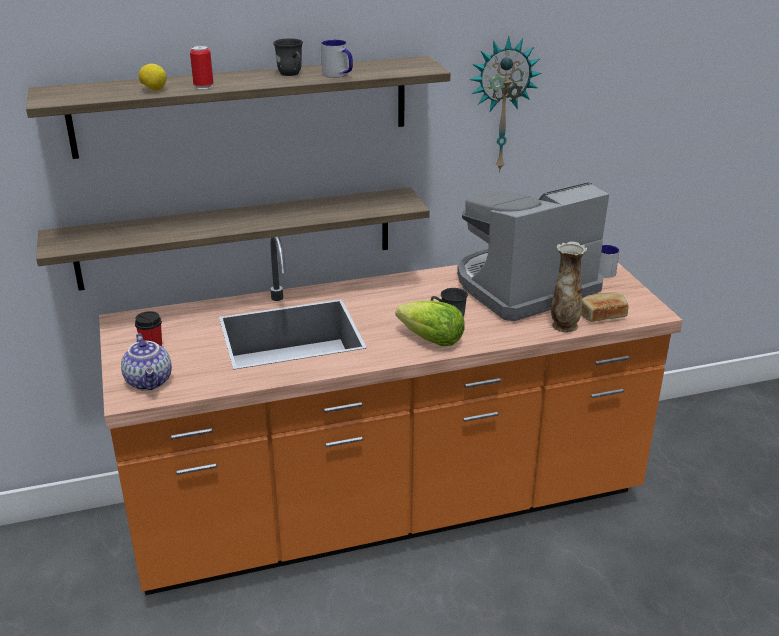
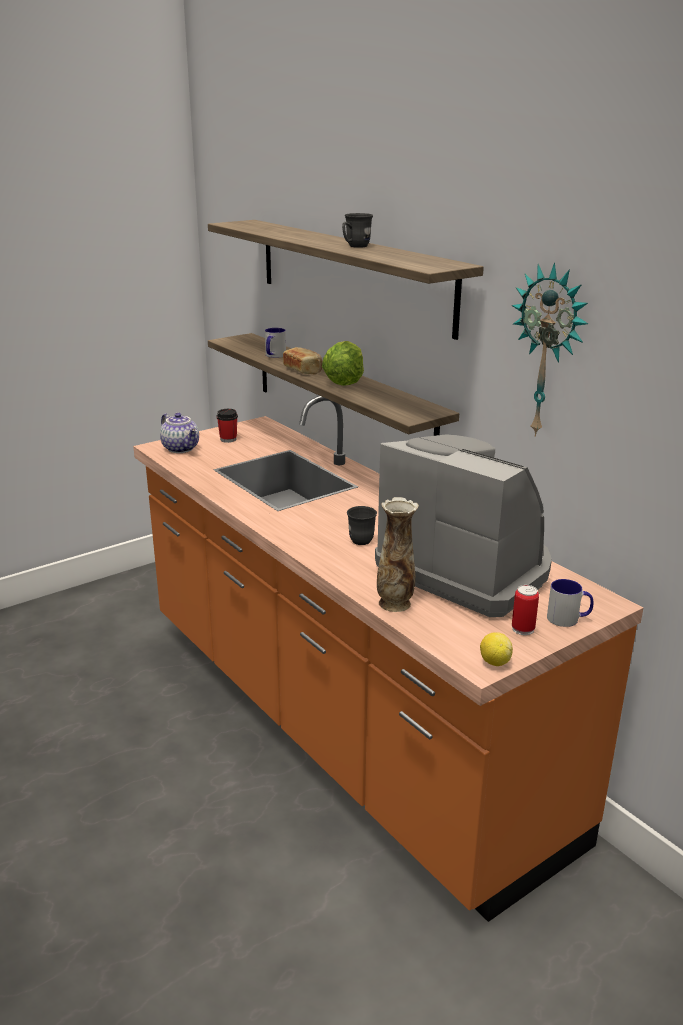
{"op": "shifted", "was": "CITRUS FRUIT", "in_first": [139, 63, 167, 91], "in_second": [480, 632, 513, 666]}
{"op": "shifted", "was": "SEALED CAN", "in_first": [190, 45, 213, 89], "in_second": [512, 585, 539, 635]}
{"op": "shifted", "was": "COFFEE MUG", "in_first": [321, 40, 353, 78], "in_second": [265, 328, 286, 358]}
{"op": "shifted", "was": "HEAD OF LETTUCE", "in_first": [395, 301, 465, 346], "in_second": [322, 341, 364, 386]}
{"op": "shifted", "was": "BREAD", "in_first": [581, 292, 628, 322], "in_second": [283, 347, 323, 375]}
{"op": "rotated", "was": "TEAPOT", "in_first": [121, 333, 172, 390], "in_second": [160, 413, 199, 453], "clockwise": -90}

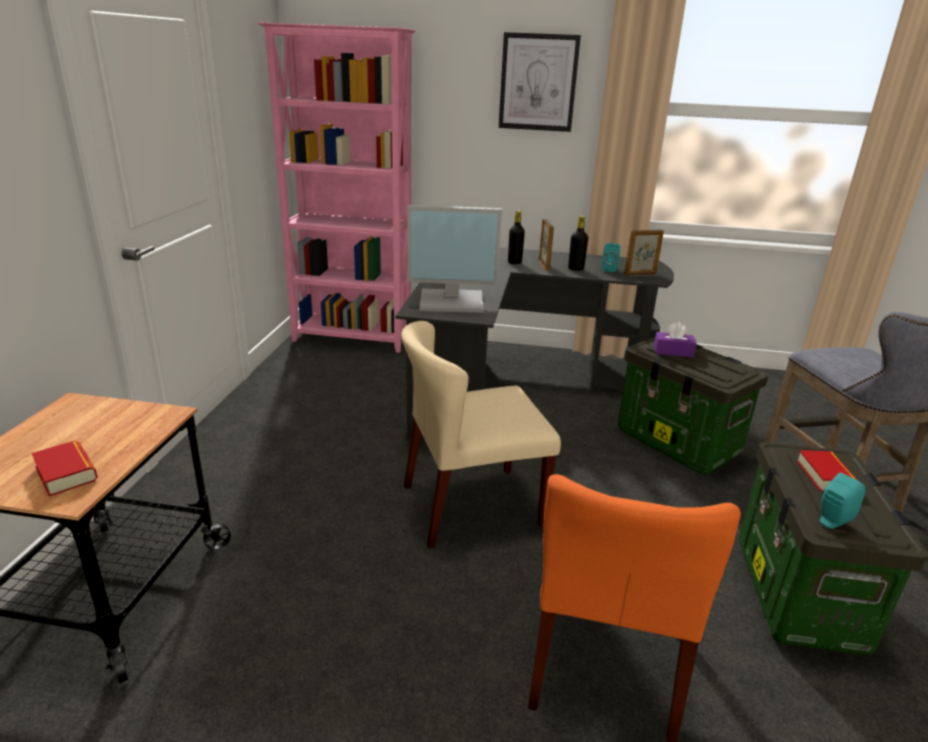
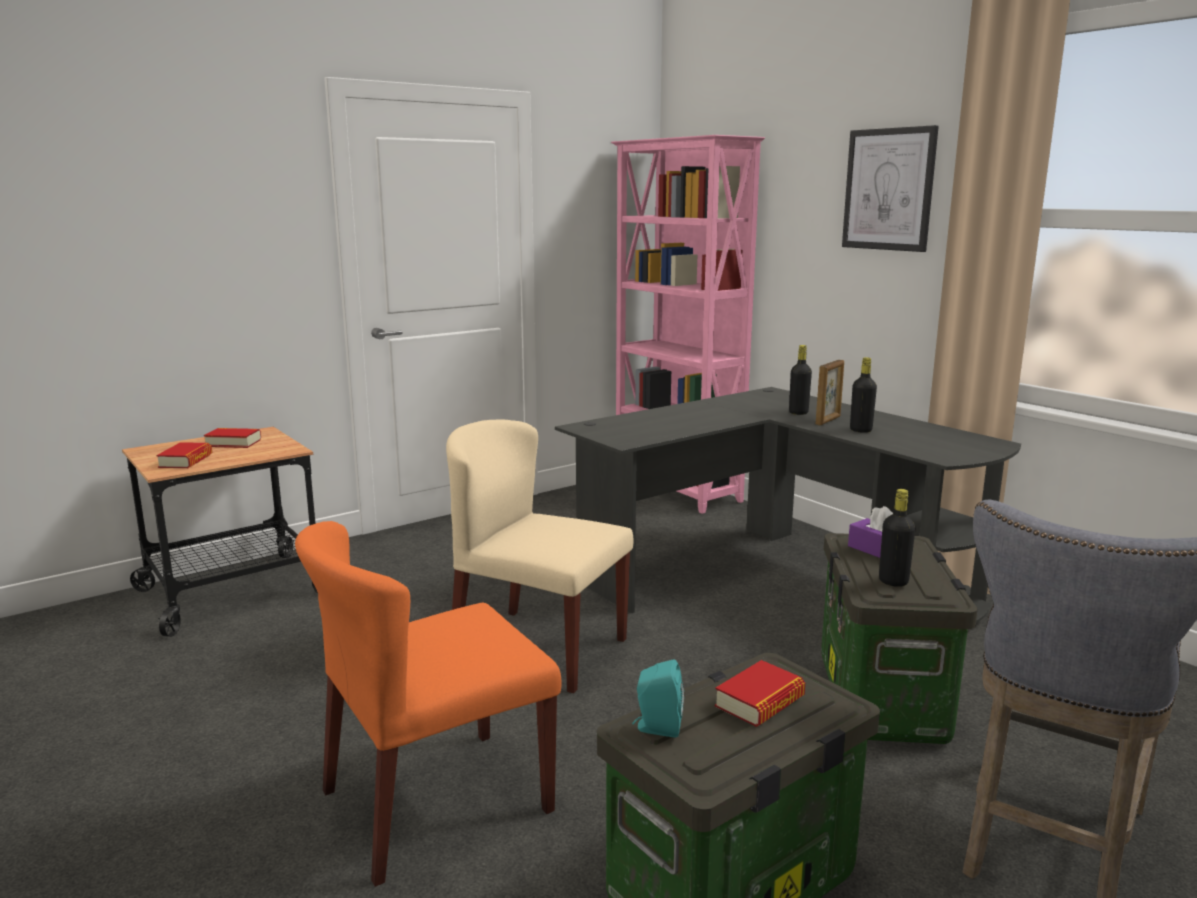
{"op": "gone", "was": "COMPUTER SCREEN", "in_first": [407, 205, 502, 313]}
{"op": "gone", "was": "TURQUOISE SPEAKER", "in_first": [602, 243, 620, 272]}
{"op": "gone", "was": "PHOTO FRAME", "in_first": [624, 230, 664, 275]}
{"op": "new", "now": "BOUND BOOK", "in_second": [204, 428, 261, 448]}
{"op": "new", "now": "BLACK BOTTLE", "in_second": [879, 489, 915, 587]}

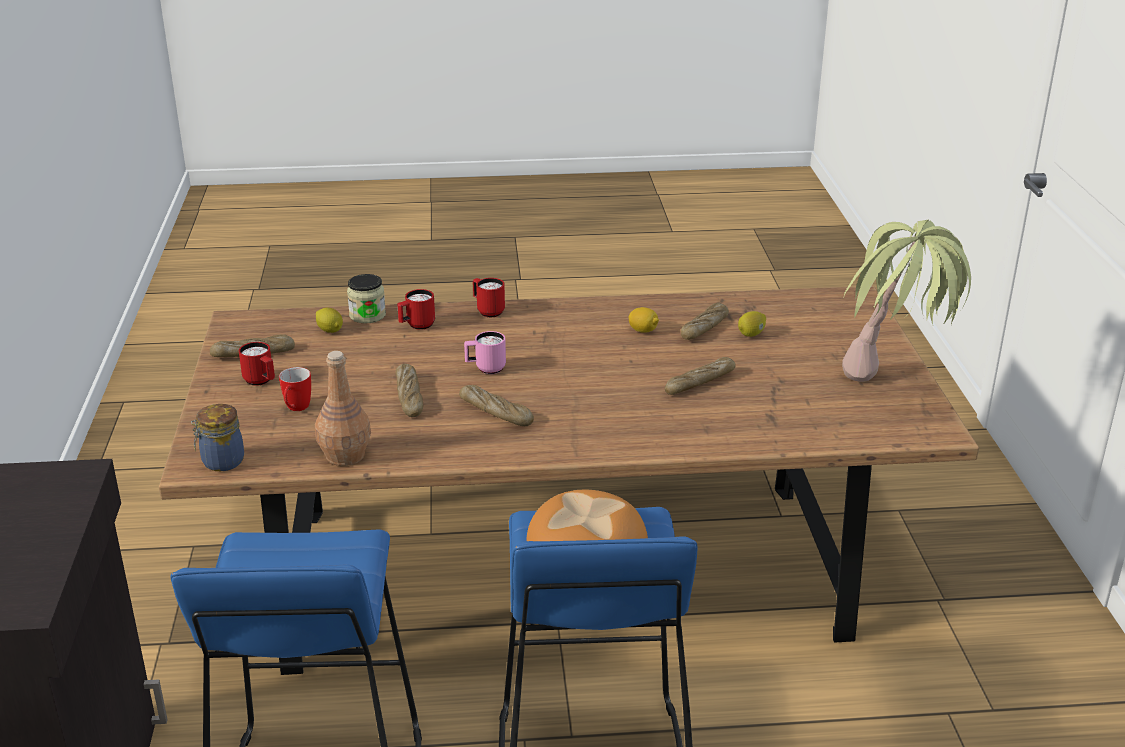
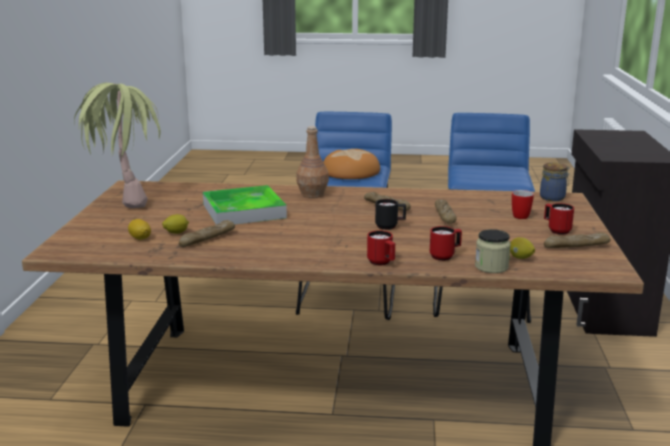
{"op": "shifted", "was": "BROWN BOTTLE", "in_first": [315, 351, 371, 466], "in_second": [296, 126, 329, 198]}
{"op": "shifted", "was": "CITRUS FRUIT", "in_first": [629, 307, 659, 333], "in_second": [128, 219, 151, 240]}
{"op": "swapped", "was": "BREAD", "now": "TRAY", "in_first": [665, 357, 736, 395], "in_second": [203, 185, 287, 224]}
{"op": "repainted", "was": "PINK-COLOURED COFFEE MUG", "now": "BLACK COFFEE MUG", "in_first": [464, 331, 506, 374], "in_second": [375, 199, 406, 230]}

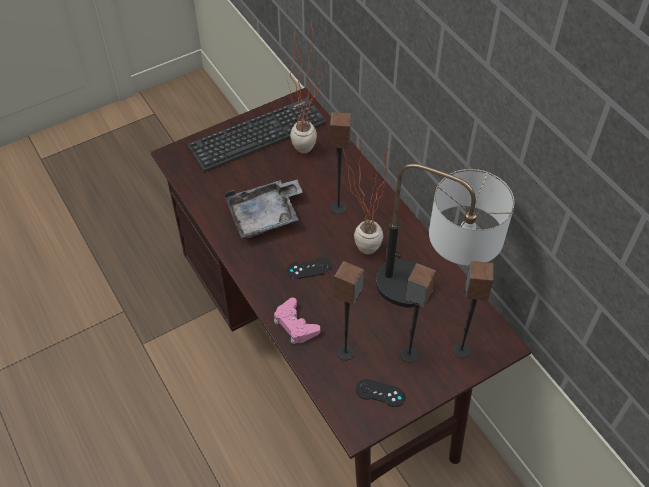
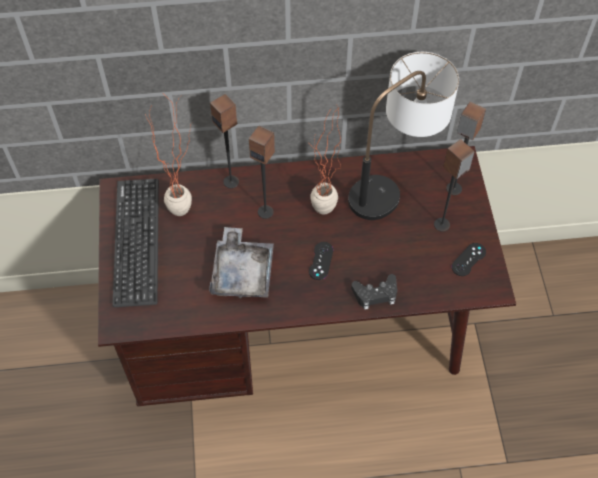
{"op": "shifted", "was": "SPEAKER", "in_first": [334, 261, 364, 360], "in_second": [210, 94, 239, 188]}
{"op": "repainted", "was": "PINK-COLOURED JOYPAD", "now": "BLACK JOYPAD", "in_first": [274, 297, 320, 344], "in_second": [351, 274, 397, 310]}

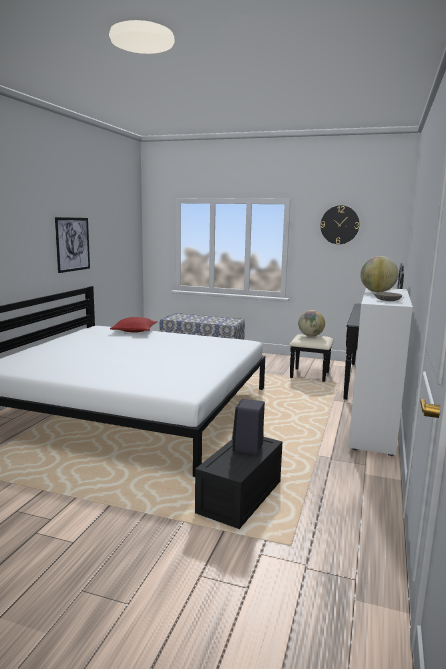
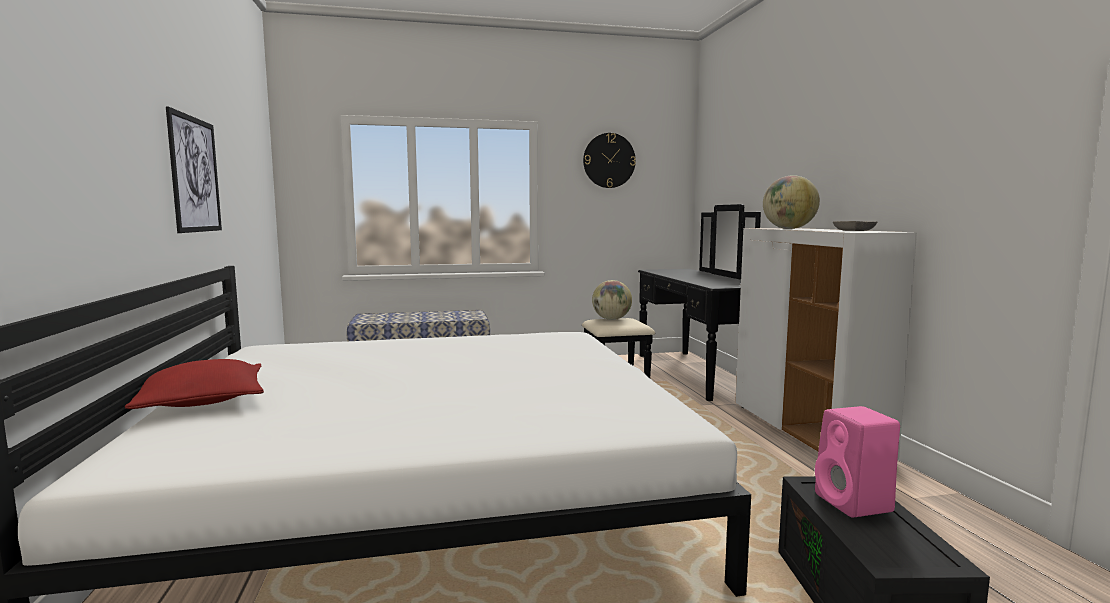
{"op": "shifted", "was": "REDDISH THROW PILLOW", "in_first": [110, 317, 157, 332], "in_second": [125, 359, 264, 409]}
{"op": "repainted", "was": "BLACK SPEAKER", "now": "PINK-COLOURED SPEAKER", "in_first": [232, 399, 265, 455], "in_second": [815, 406, 900, 518]}

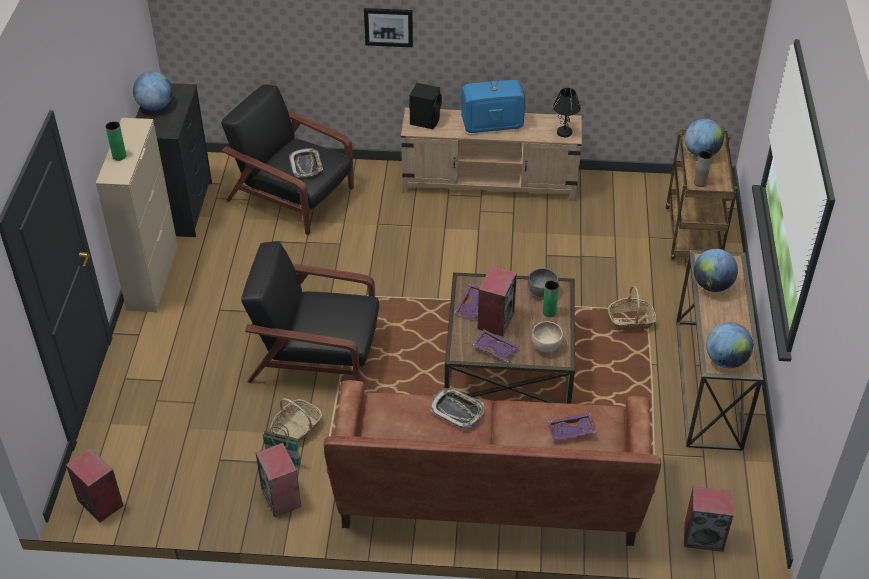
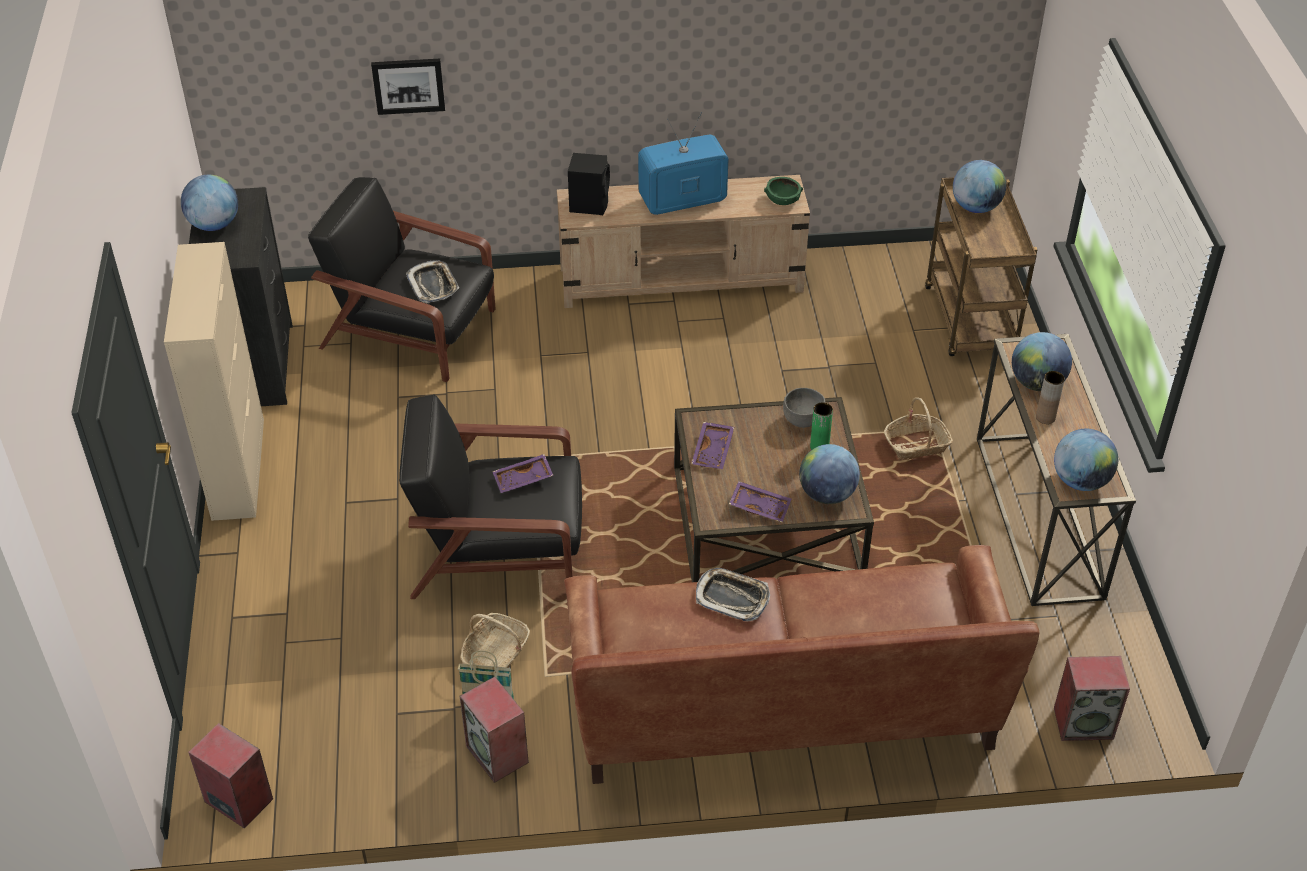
{"op": "gone", "was": "GREENISH VASE", "in_first": [106, 121, 126, 161]}
{"op": "gone", "was": "SPEAKER", "in_first": [477, 266, 517, 336]}
{"op": "shifted", "was": "WALL PICTURE", "in_first": [364, 8, 413, 47], "in_second": [371, 59, 445, 115]}
{"op": "shifted", "was": "PURPLE TRAY", "in_first": [548, 413, 596, 441], "in_second": [493, 454, 554, 493]}
{"op": "shifted", "was": "BROWN VASE", "in_first": [694, 151, 712, 187], "in_second": [1036, 371, 1065, 424]}
{"op": "swapped", "was": "BEIGE-COLOURED DEEP DISH", "now": "WORLD GLOBE", "in_first": [531, 321, 563, 352], "in_second": [799, 444, 860, 504]}
{"op": "swapped", "was": "BLACK LAMP FOR A TABLE", "now": "GREENISH DEEP DISH", "in_first": [553, 88, 581, 137], "in_second": [764, 177, 803, 205]}

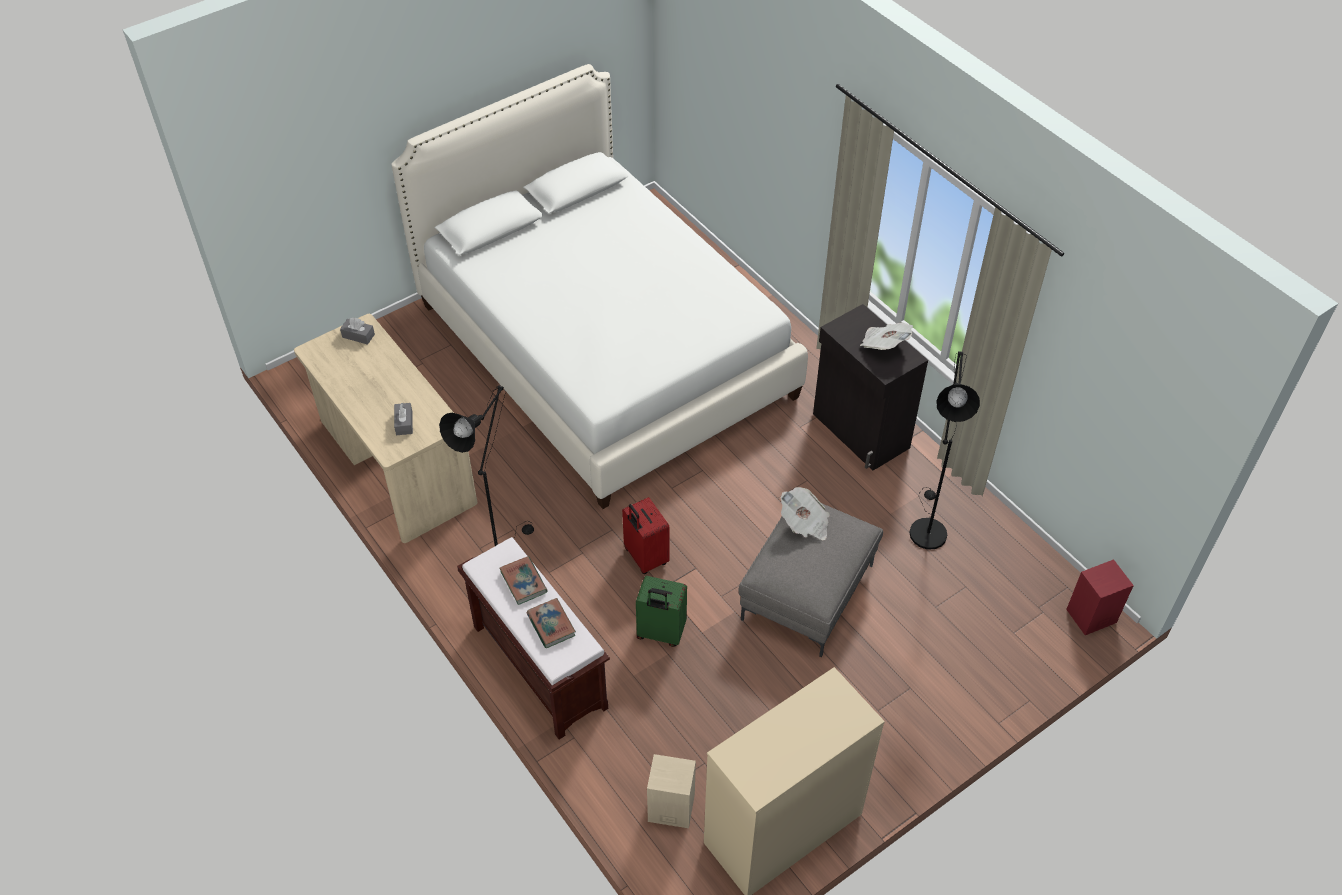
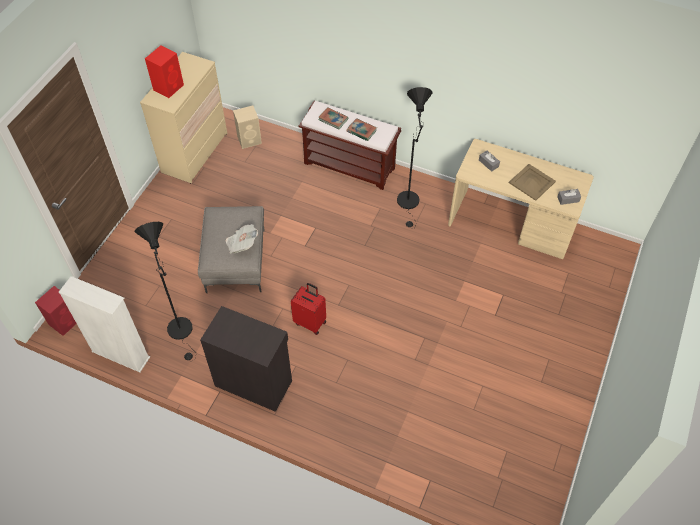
{"op": "gone", "was": "WHITE BEDROOM BED", "in_first": [391, 64, 808, 509]}
{"op": "gone", "was": "GREENISH TRAVEL CASE", "in_first": [636, 576, 687, 647]}
{"op": "gone", "was": "PRINTED PAPER", "in_first": [860, 322, 913, 350]}
{"op": "new", "now": "WHITE BOOKSHELF", "in_second": [59, 276, 150, 372]}
{"op": "new", "now": "REDDISH SPEAKER", "in_second": [145, 45, 184, 98]}
{"op": "new", "now": "BEIGE-COLOURED TRAY", "in_second": [509, 164, 556, 201]}
{"op": "shifted", "was": "REDDISH TRAVEL CASE", "in_first": [622, 497, 670, 574], "in_second": [291, 283, 326, 335]}

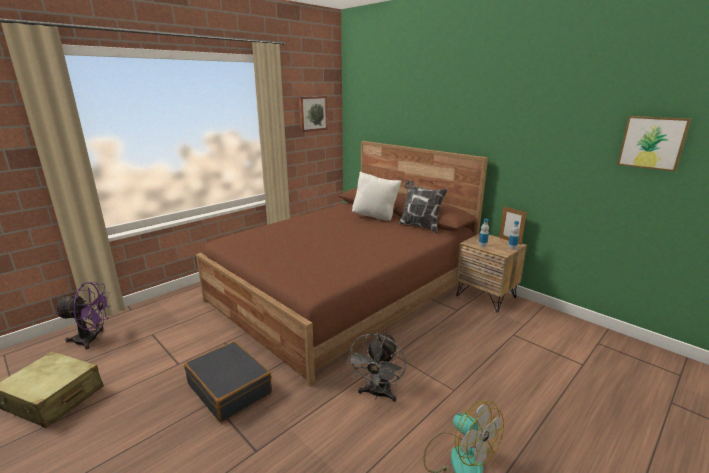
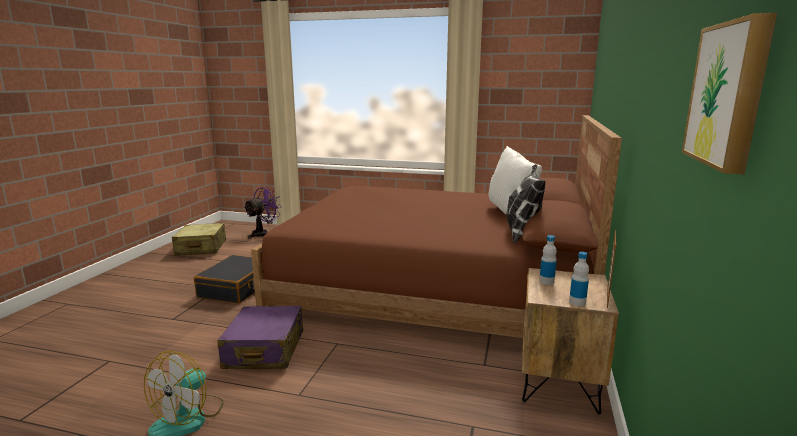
{"op": "gone", "was": "WALL PICTURE", "in_first": [299, 96, 328, 132]}
{"op": "swapped", "was": "GREY ELECTRIC FAN", "now": "PURPLE TRAVEL CASE", "in_first": [346, 331, 406, 402], "in_second": [217, 306, 303, 369]}
{"op": "rotated", "was": "PURPLE ELECTRIC FAN", "in_first": [55, 282, 111, 349], "in_second": [243, 187, 282, 239], "clockwise": -105}

